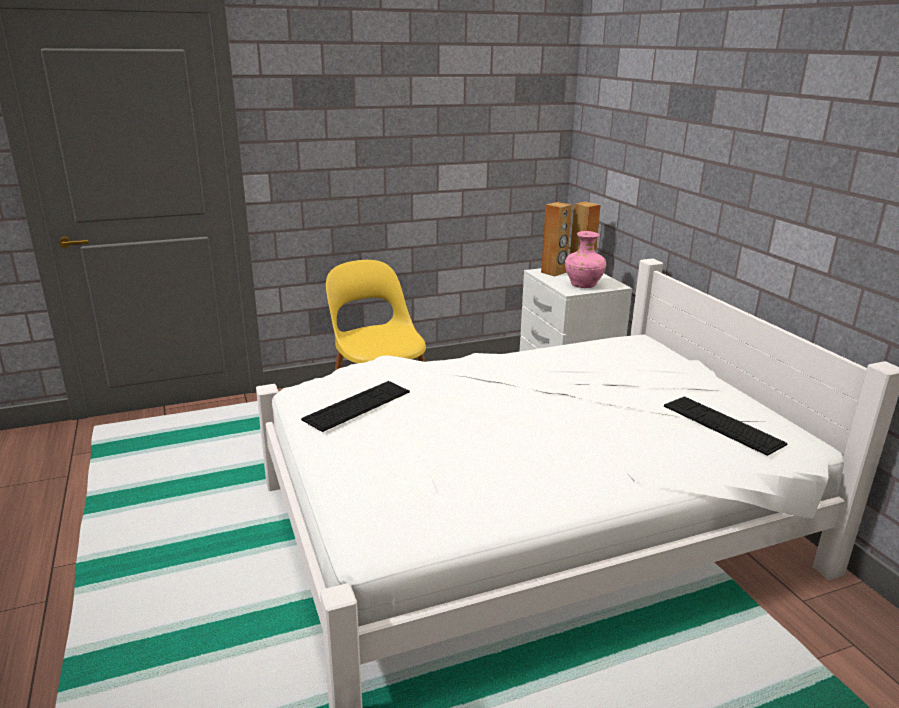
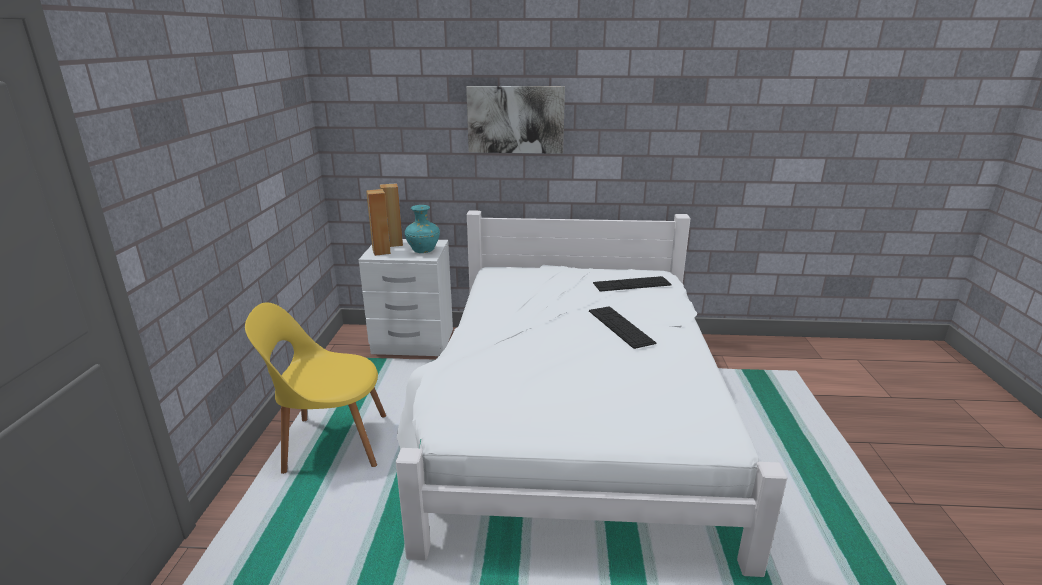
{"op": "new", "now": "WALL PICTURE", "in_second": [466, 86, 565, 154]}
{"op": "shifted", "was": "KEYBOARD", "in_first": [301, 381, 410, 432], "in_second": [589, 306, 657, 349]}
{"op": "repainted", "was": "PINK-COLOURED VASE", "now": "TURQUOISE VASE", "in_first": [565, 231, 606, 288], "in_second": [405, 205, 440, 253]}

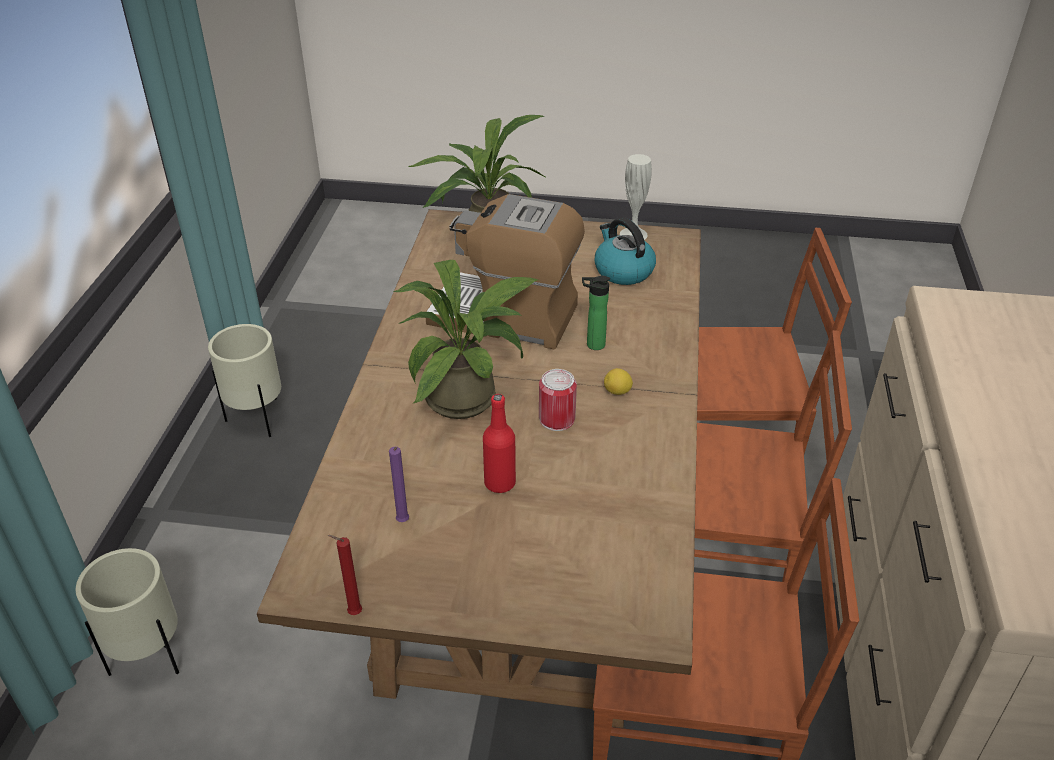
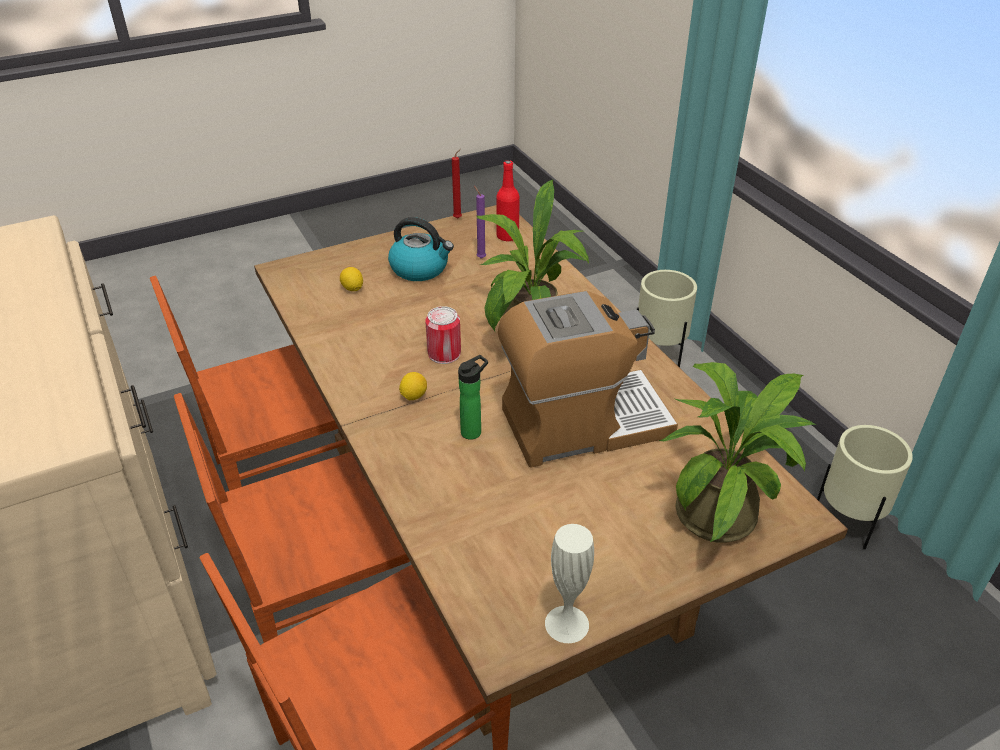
{"op": "new", "now": "CITRUS FRUIT", "in_second": [340, 267, 363, 291]}
{"op": "shifted", "was": "REDDISH BOTTLE", "in_first": [483, 394, 516, 493], "in_second": [496, 160, 520, 241]}
{"op": "shifted", "was": "KETTLE", "in_first": [595, 217, 656, 285], "in_second": [388, 217, 454, 281]}

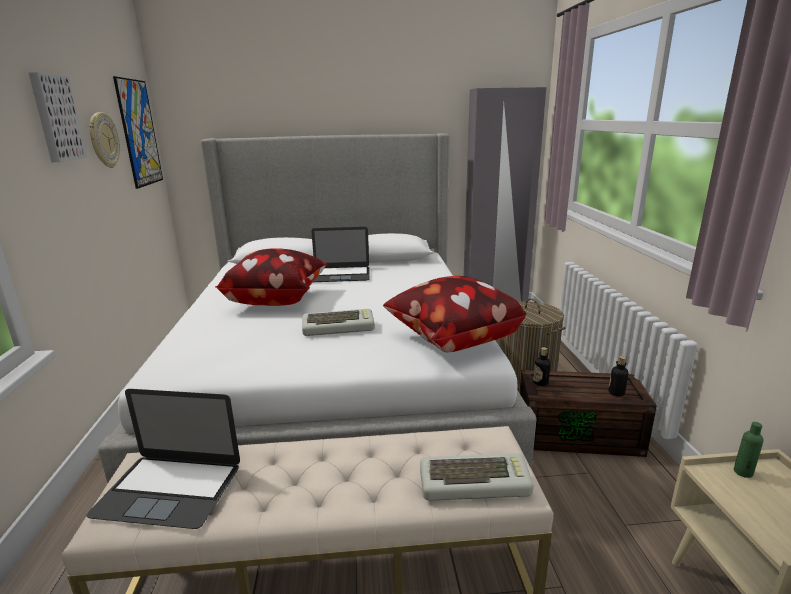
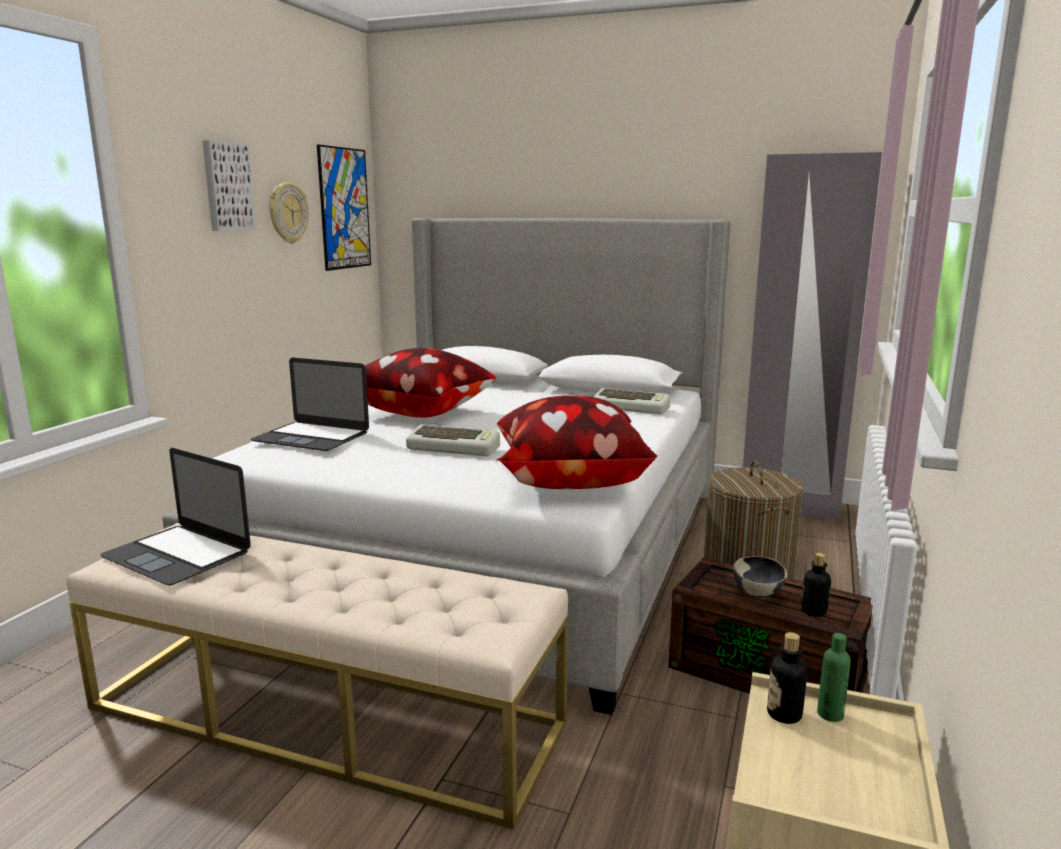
{"op": "new", "now": "DEEP DISH", "in_second": [733, 556, 787, 598]}
{"op": "shifted", "was": "NOTEBOOK COMPUTER", "in_first": [311, 227, 370, 282], "in_second": [251, 358, 369, 451]}
{"op": "shifted", "was": "KEYBOARD", "in_first": [420, 453, 534, 501], "in_second": [594, 388, 670, 414]}
{"op": "shifted", "was": "BOTTLE", "in_first": [533, 347, 551, 386], "in_second": [767, 632, 807, 724]}

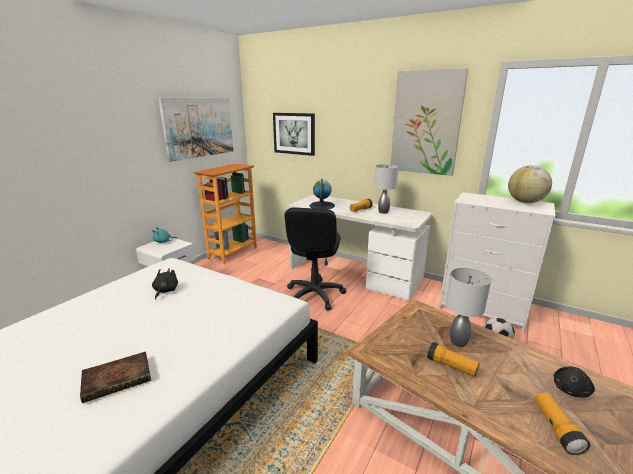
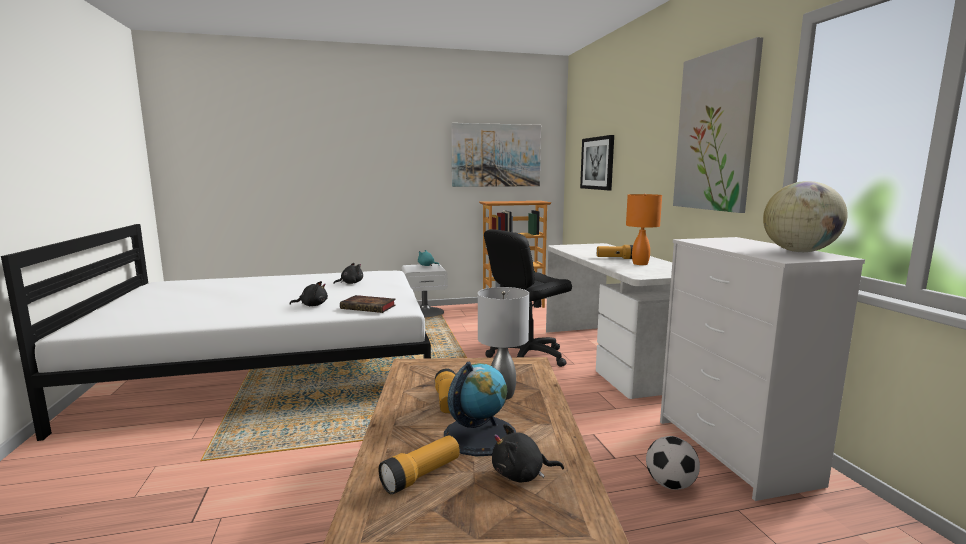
{"op": "new", "now": "BLACK CUDDLY TOY", "in_second": [289, 281, 328, 306]}
{"op": "shifted", "was": "BOUND BOOK", "in_first": [80, 352, 151, 403], "in_second": [340, 295, 396, 313]}
{"op": "shifted", "was": "WORLD GLOBE", "in_first": [310, 179, 335, 209], "in_second": [444, 361, 516, 456]}
{"op": "repainted", "was": "GREY LAMP FOR A TABLE", "now": "ORANGE LAMP FOR A TABLE", "in_first": [374, 164, 398, 214], "in_second": [626, 194, 662, 265]}

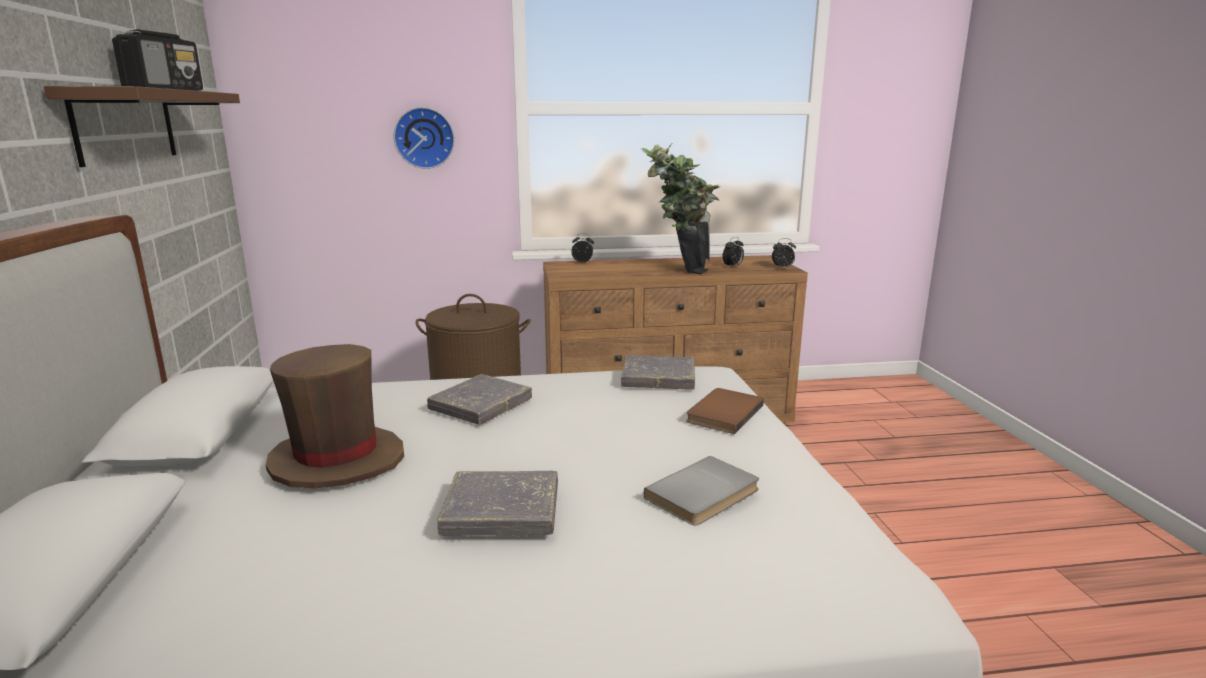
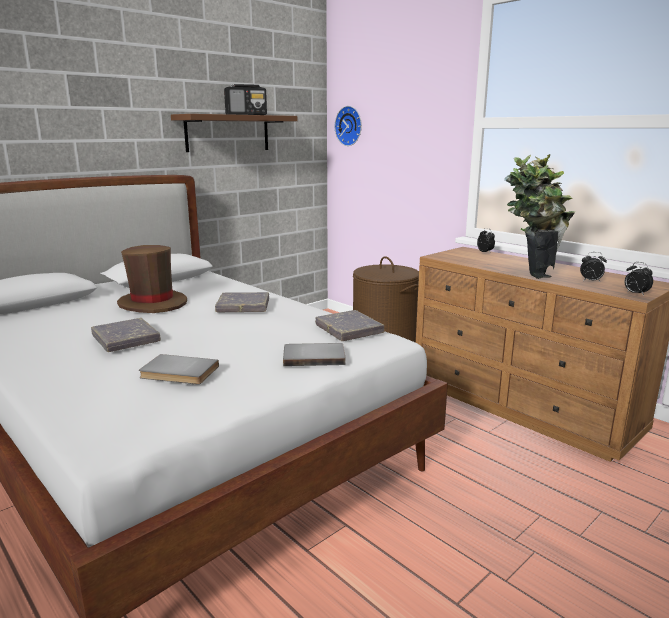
{"op": "shifted", "was": "HANGING CLOCK", "in_first": [394, 107, 455, 169], "in_second": [335, 106, 362, 146]}
{"op": "repainted", "was": "BROWN BOUND BOOK", "now": "GREY BOUND BOOK", "in_first": [686, 388, 764, 434], "in_second": [283, 343, 346, 366]}

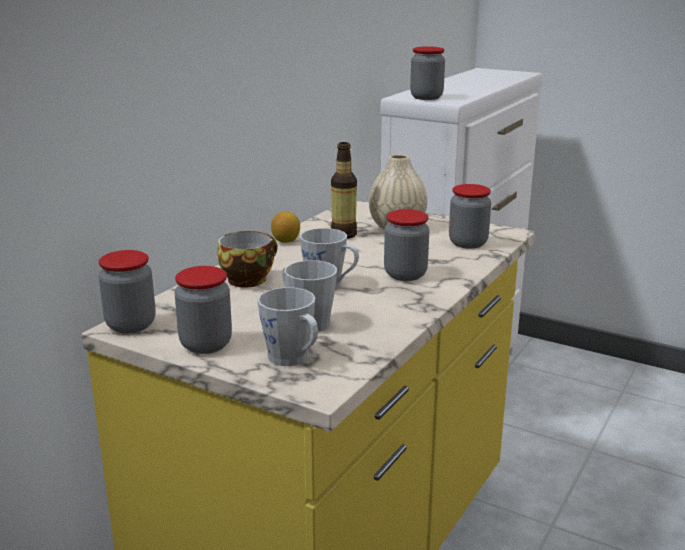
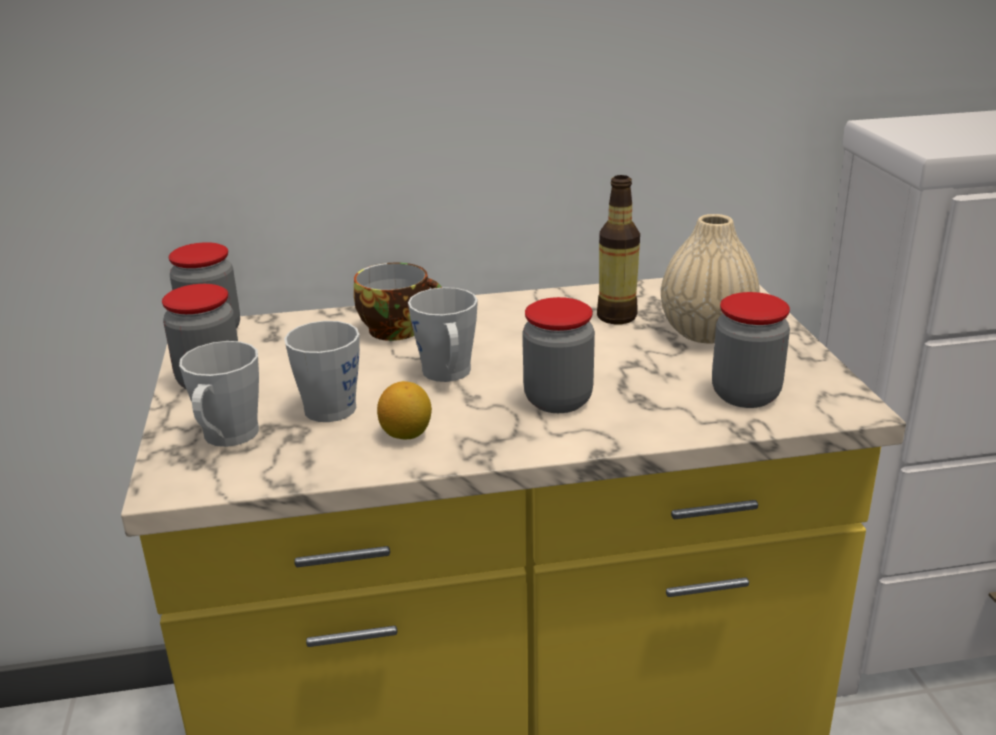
{"op": "gone", "was": "PRESERVE JAR", "in_first": [410, 46, 445, 100]}
{"op": "shifted", "was": "CITRUS FRUIT", "in_first": [271, 211, 300, 243], "in_second": [377, 381, 432, 439]}

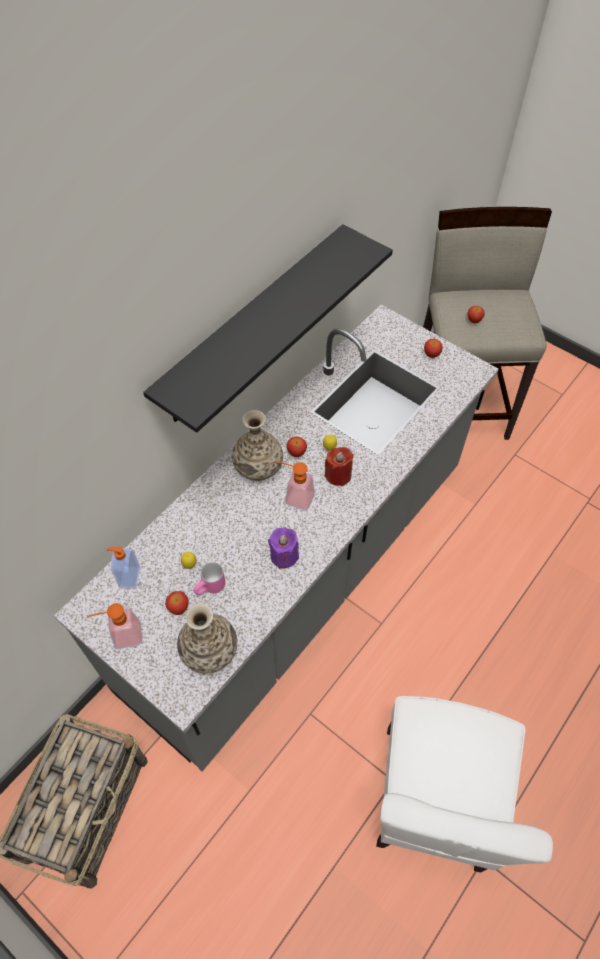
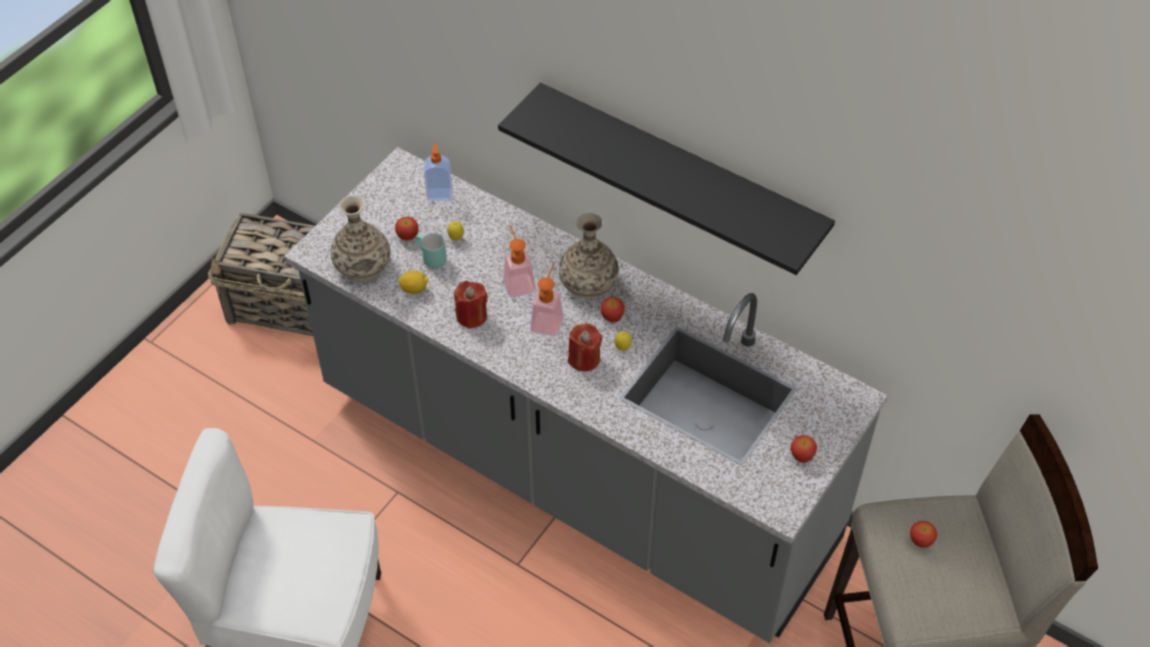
{"op": "new", "now": "CITRUS FRUIT", "in_second": [399, 271, 429, 294]}
{"op": "shifted", "was": "SOAP BOTTLE", "in_first": [87, 603, 142, 649], "in_second": [503, 225, 536, 298]}
{"op": "repainted", "was": "PINK-COLOURED COFFEE MUG", "now": "TURQUOISE COFFEE MUG", "in_first": [194, 562, 225, 595], "in_second": [415, 233, 447, 268]}
{"op": "repainted", "was": "PURPLE WAX CANDLE", "now": "REDDISH WAX CANDLE", "in_first": [268, 528, 299, 569], "in_second": [454, 281, 488, 329]}

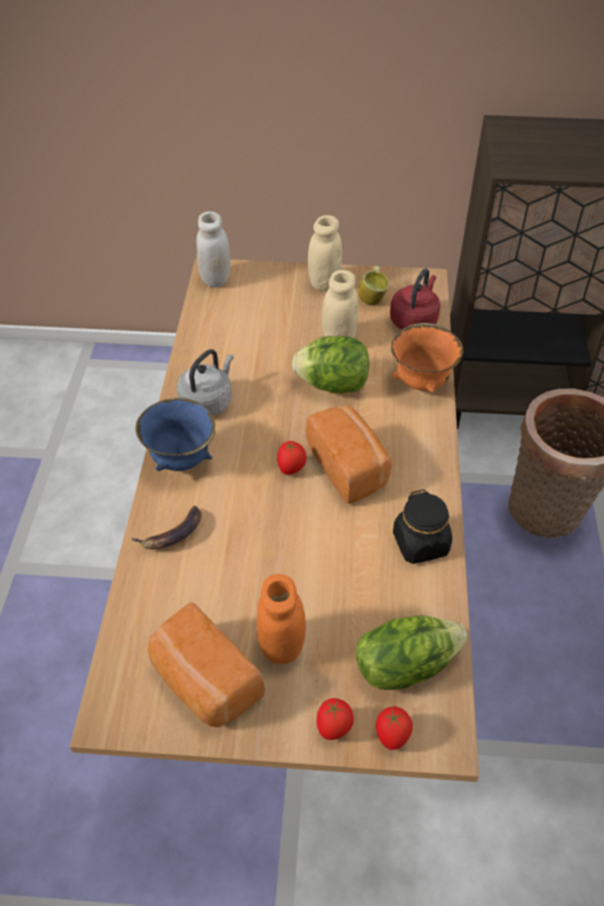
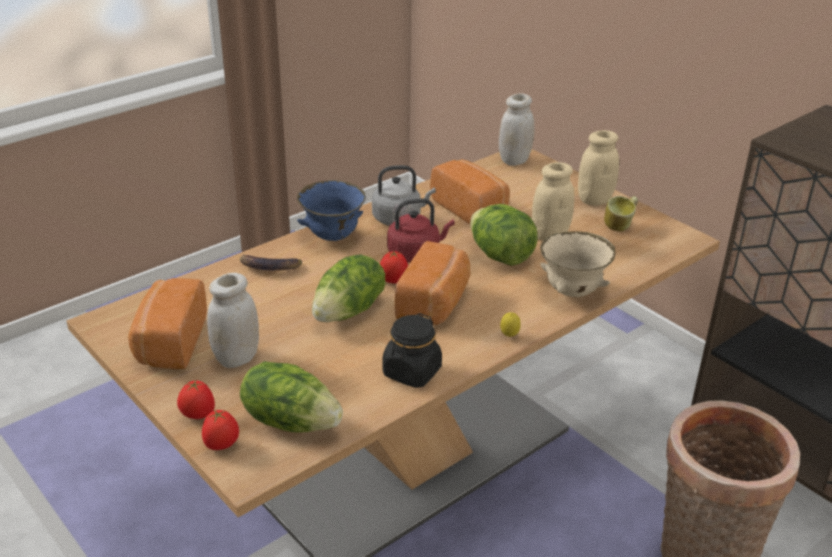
{"op": "new", "now": "HEAD OF LETTUCE", "in_second": [312, 255, 385, 322]}
{"op": "new", "now": "BREAD", "in_second": [430, 159, 510, 224]}
{"op": "new", "now": "CITRUS FRUIT", "in_second": [500, 312, 521, 337]}
{"op": "shifted", "was": "REDDISH KETTLE", "in_first": [390, 268, 440, 329], "in_second": [387, 198, 455, 263]}
{"op": "repainted", "was": "ORANGE PRESERVE JAR", "now": "WHITE PRESERVE JAR", "in_first": [257, 574, 306, 664], "in_second": [207, 273, 259, 368]}
{"op": "repainted", "was": "ORANGE DEEP DISH", "now": "BEIGE-COLOURED DEEP DISH", "in_first": [391, 323, 463, 393], "in_second": [540, 231, 616, 297]}

